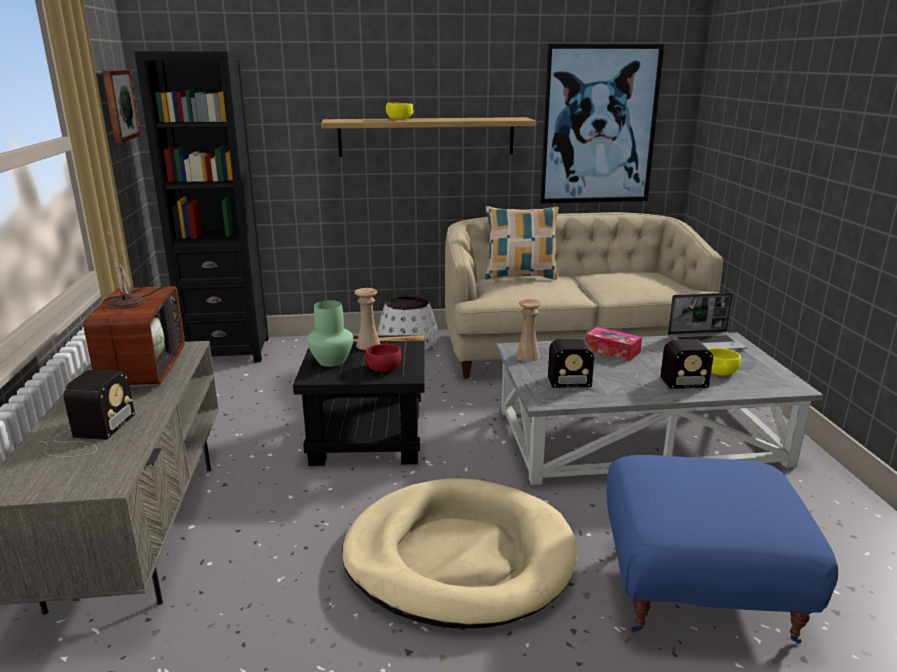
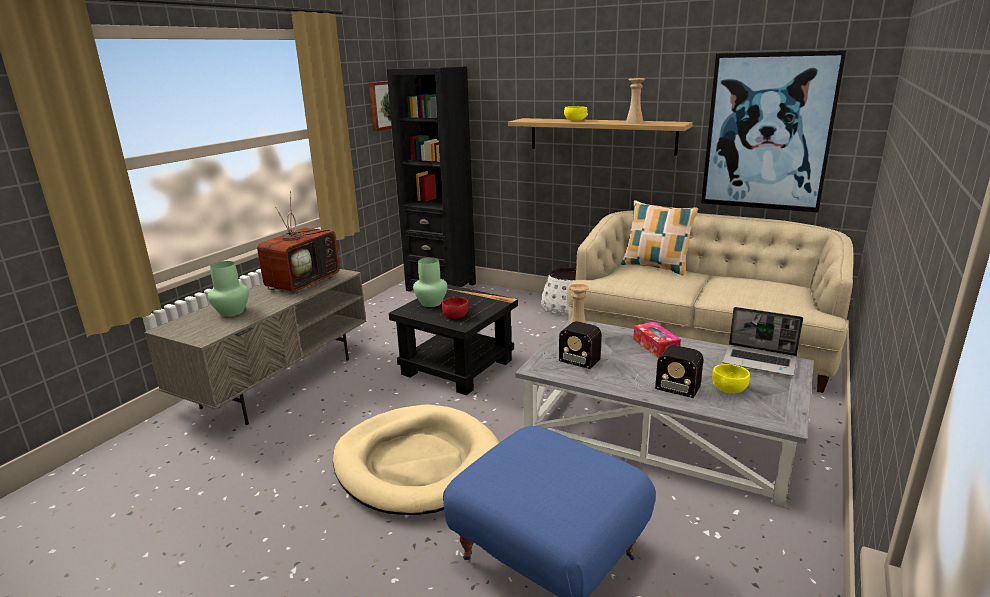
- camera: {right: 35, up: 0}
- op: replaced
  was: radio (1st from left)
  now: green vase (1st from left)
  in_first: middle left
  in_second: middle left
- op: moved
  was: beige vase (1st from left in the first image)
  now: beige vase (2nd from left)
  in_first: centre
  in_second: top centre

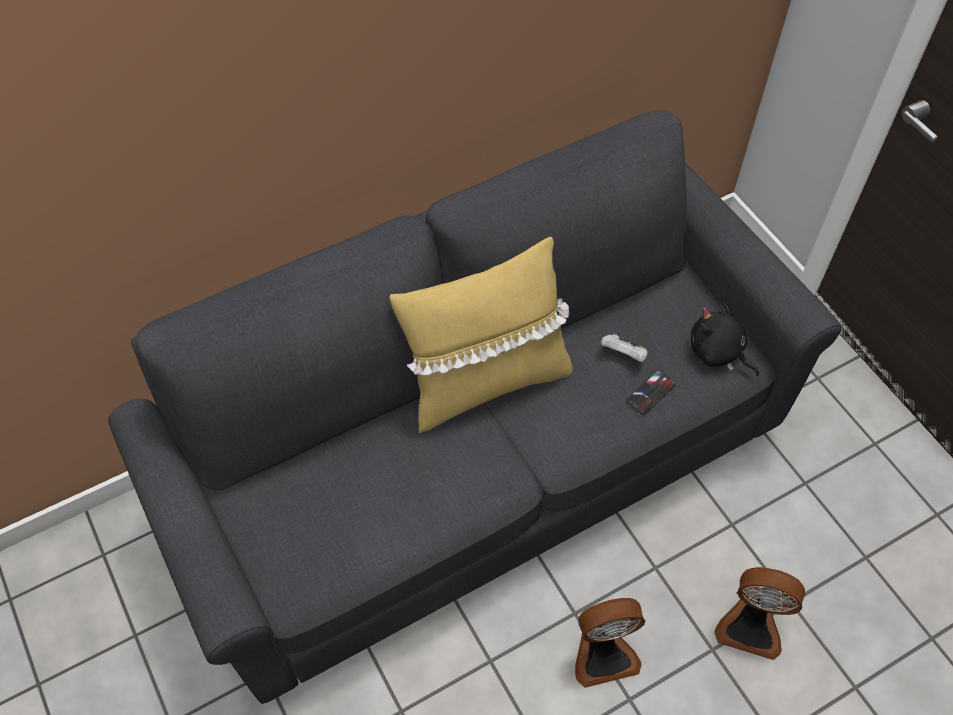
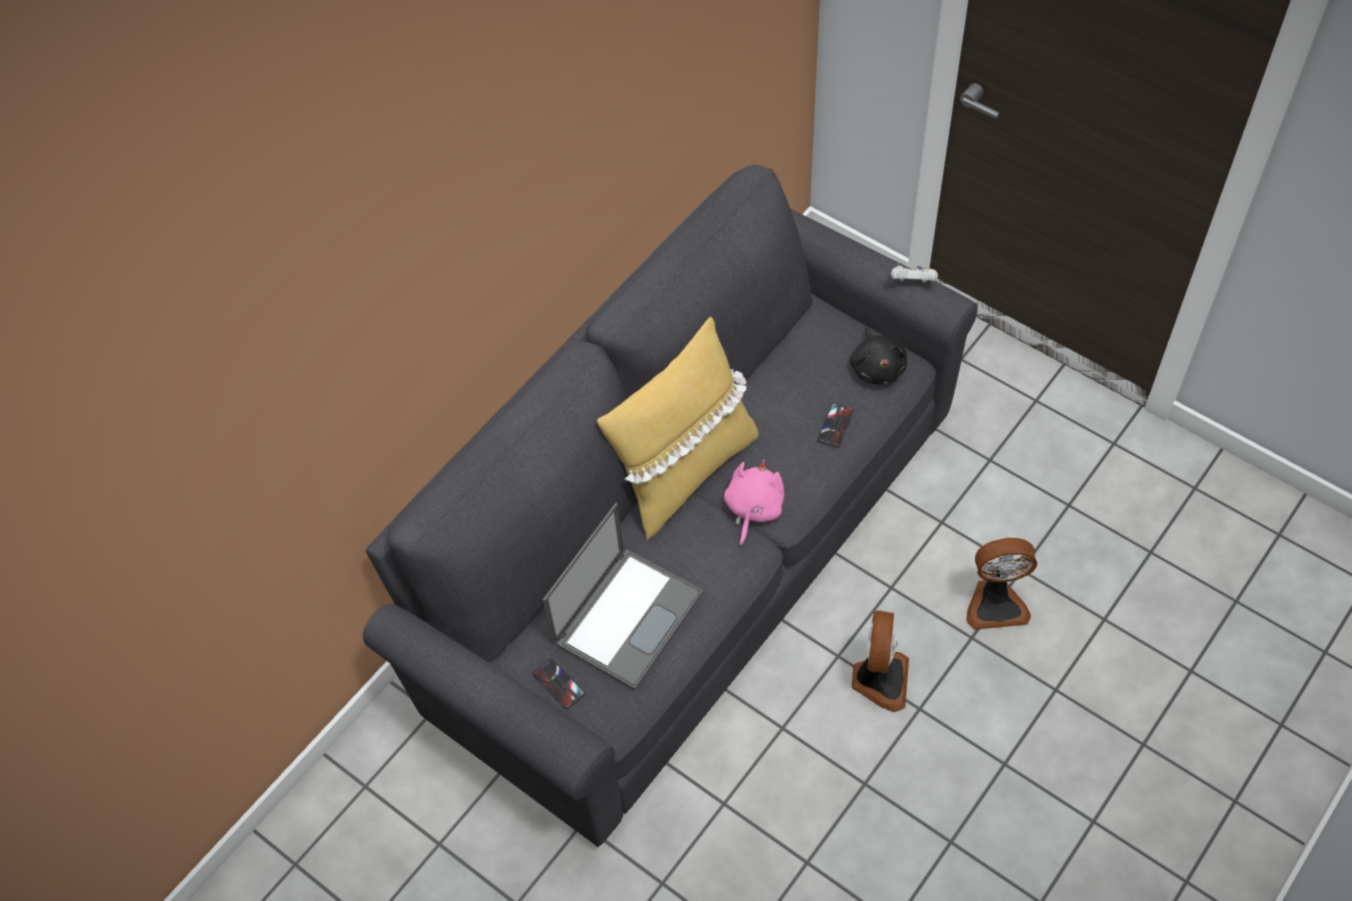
- camera: {right: -20, up: 0}
- op: turned
  was: fan (1st from left)
  in_first: bottom centre
  in_second: bottom centre
  clockwise: -45
- op: moved
  was: white game controller
  in_first: centre
  in_second: top right
- op: turned
  was: black plush toy
  in_first: middle right
  in_second: centre
  clockwise: -120
- op: added
  now: phone (1st from left)
  in_second: bottom centre
- op: added
  now: laptop
  in_second: centre
- op: added
  now: pink plush toy
  in_second: centre

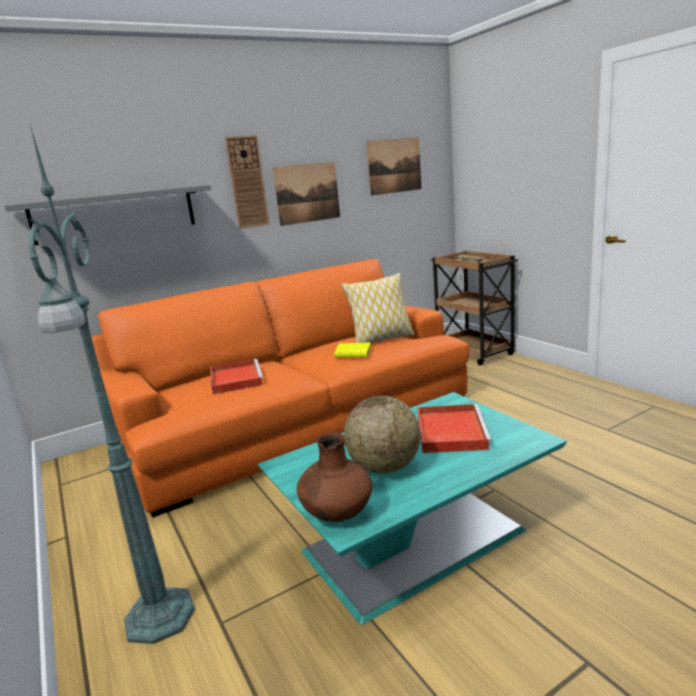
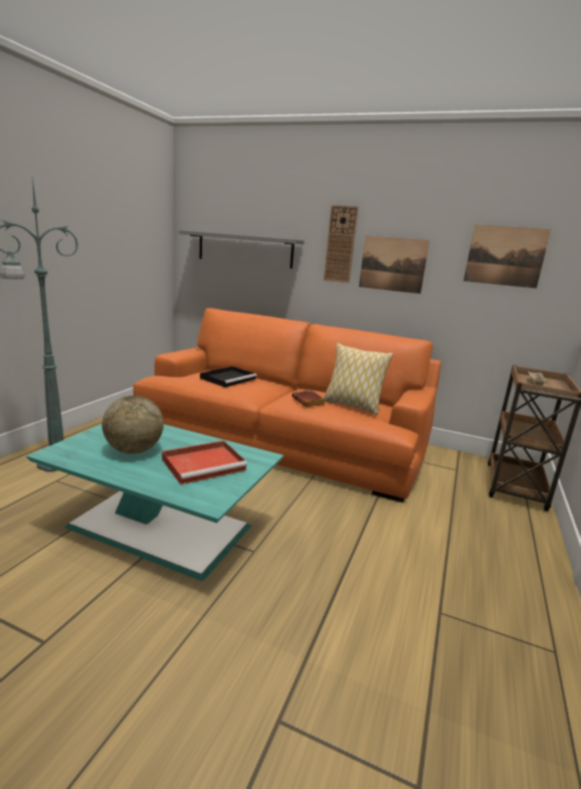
- camera: {right: 50, up: 0}
- op: recoloured
  was: red tray (1st from left)
  now: black tray
  in_first: centre
  in_second: centre
- op: removed
  was: brown vase
  in_first: bottom centre
- op: recoloured
  was: yellow book
  now: brown book
  in_first: centre
  in_second: centre

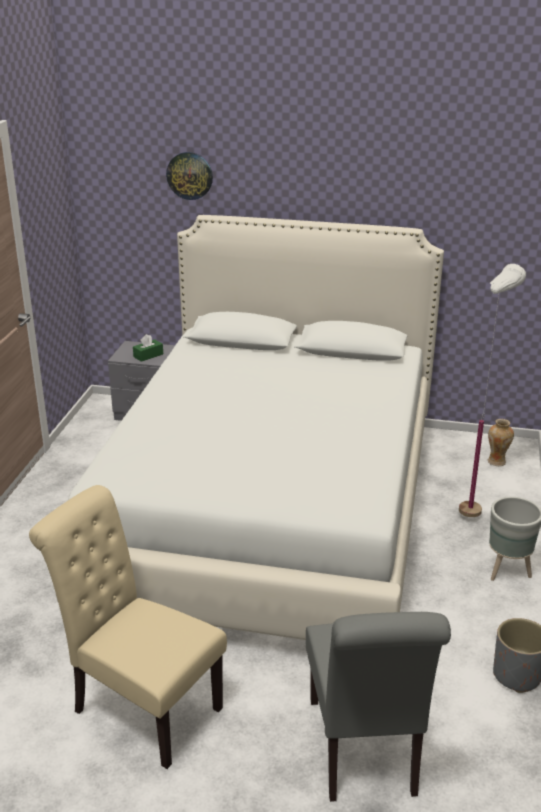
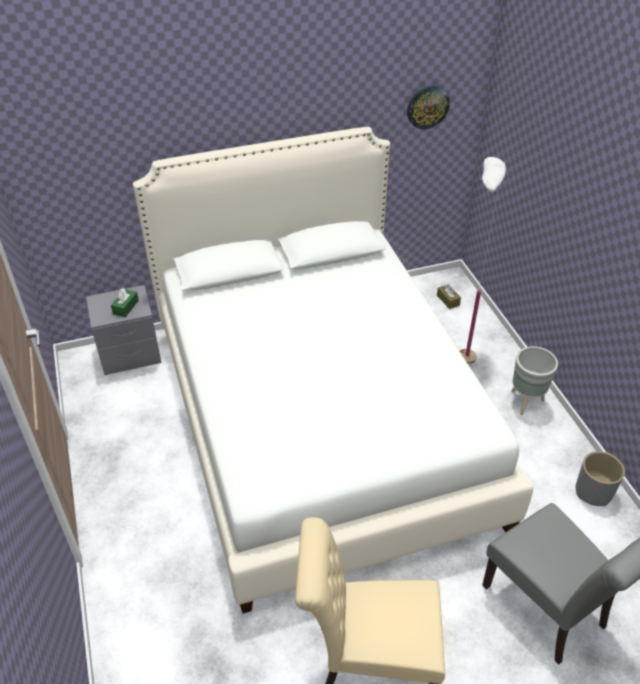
- camera: {right: -30, up: 15}
- op: moved
  was: wall clock
  in_first: top centre
  in_second: top right
- op: replaced
  was: vase
  now: brown tissue box
  in_first: middle right
  in_second: middle right

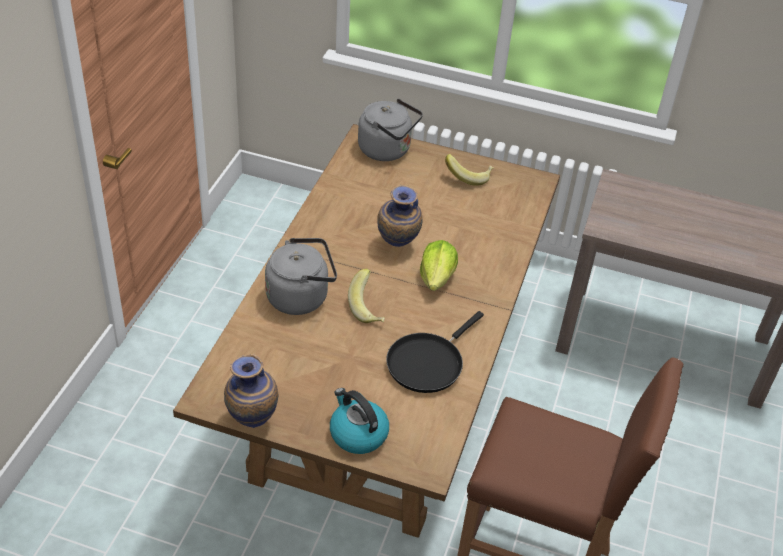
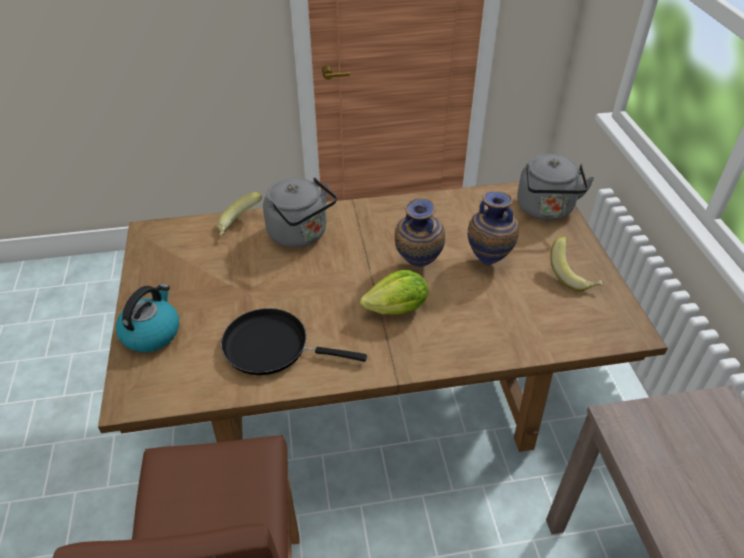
- camera: {right: 65, up: 0}
- op: moved
  was: vase (1st from left in the first image)
  now: vase (2nd from left)
  in_first: bottom left
  in_second: centre
- op: moved
  was: banana (1st from left)
  in_first: centre
  in_second: middle left

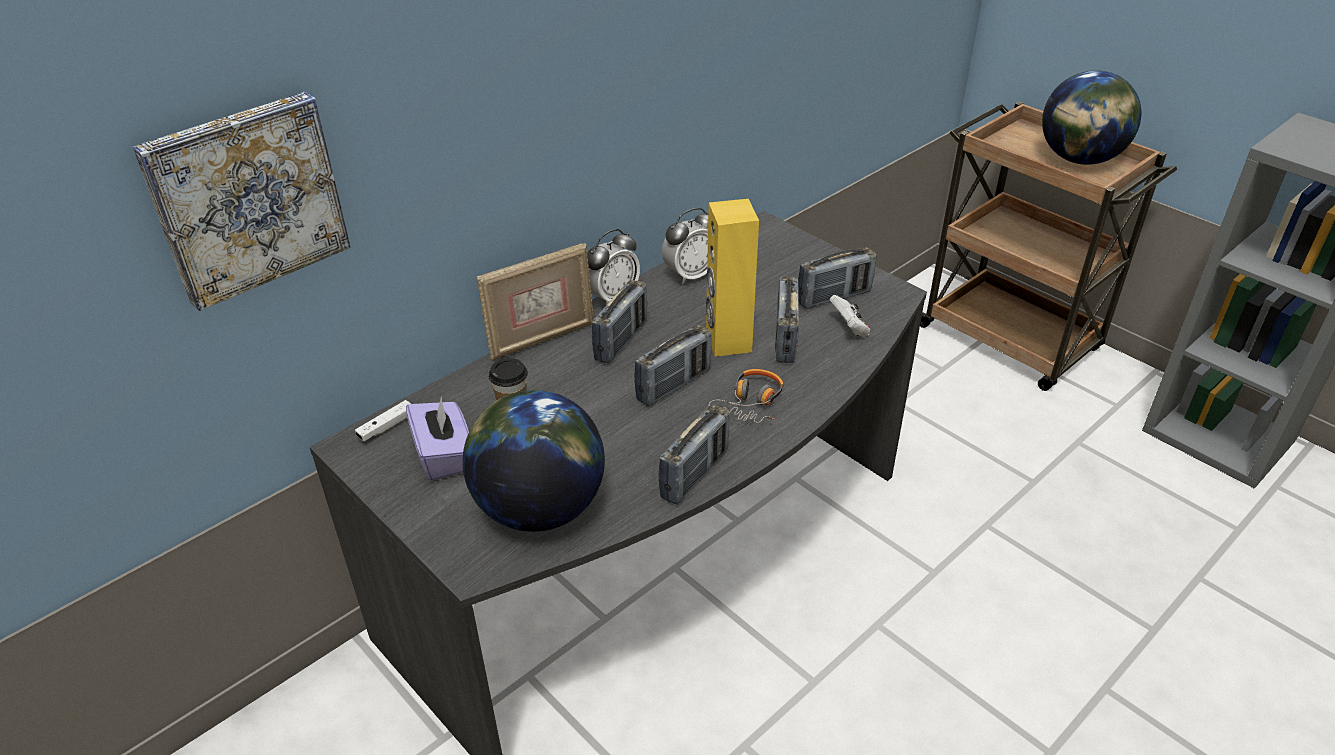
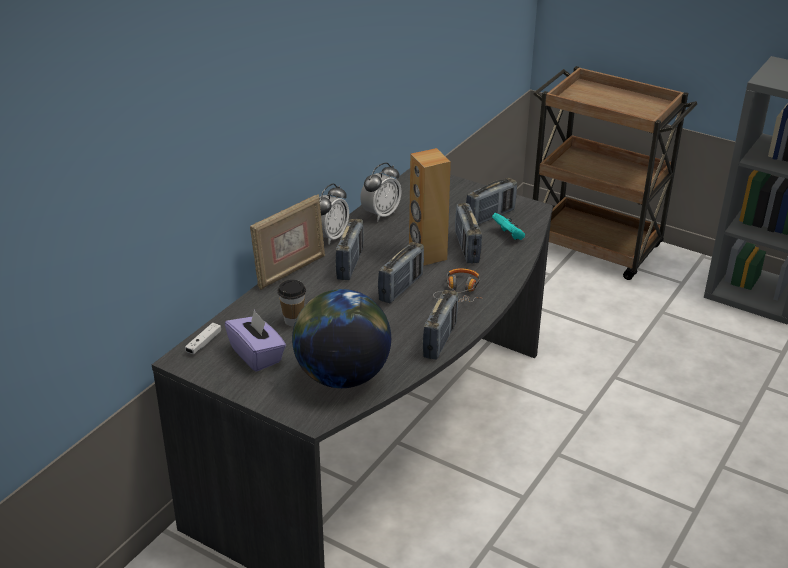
- camera: {right: -15, up: -5}
- op: removed
  was: picture
  in_first: top left
- op: recoloured
  was: yellow speaker
  now: brown speaker
  in_first: centre
  in_second: centre
- op: recoloured
  was: white game controller (2nd from left)
  now: turquoise game controller
  in_first: centre
  in_second: centre
- op: removed
  was: globe (2nd from left)
  in_first: top right

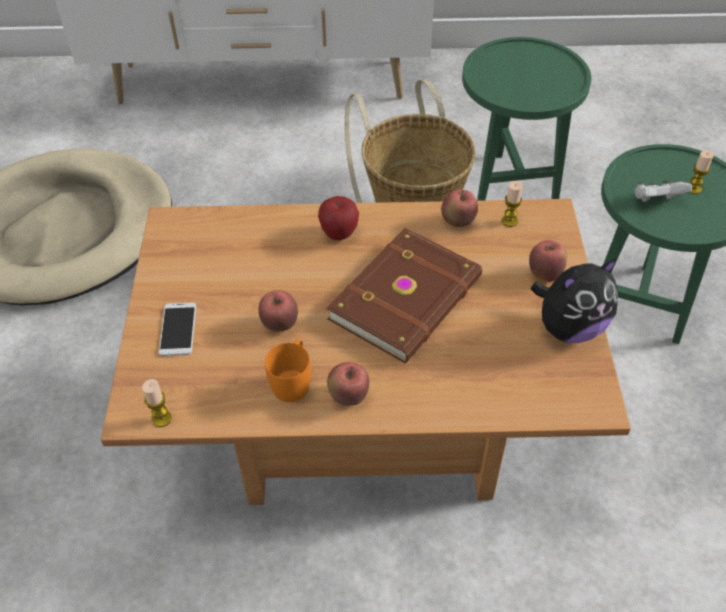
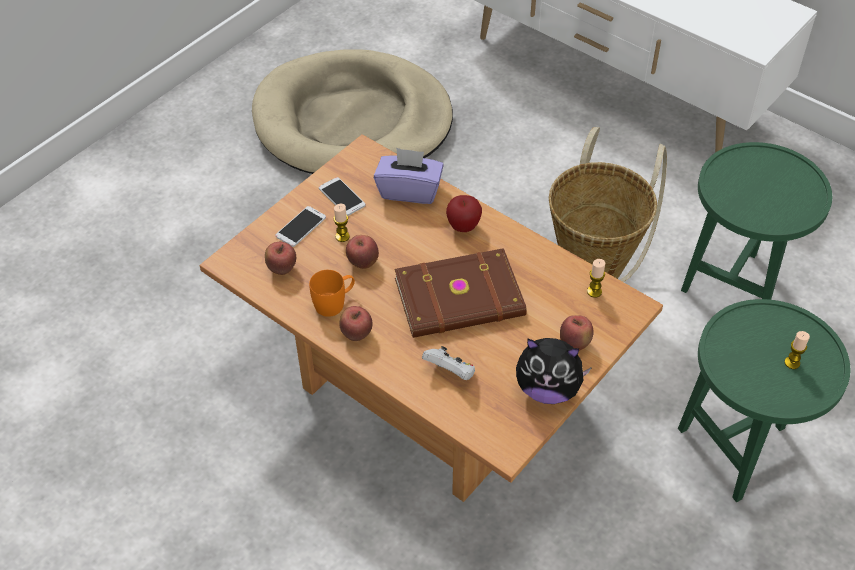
- camera: {right: 40, up: 0}
- op: moved
  was: candle (1st from left)
  in_first: middle left
  in_second: centre
- op: moved
  was: apple (4th from left in the first image)
  now: apple (1st from left)
  in_first: centre
  in_second: middle left
- op: moved
  was: white game controller
  in_first: top right
  in_second: centre
- op: added
  now: phone (2nd from left)
  in_second: centre
- op: added
  now: purple tissue box
  in_second: top centre

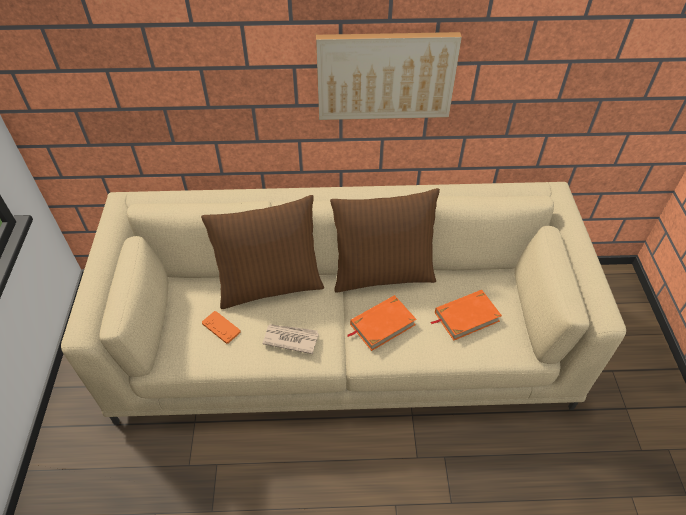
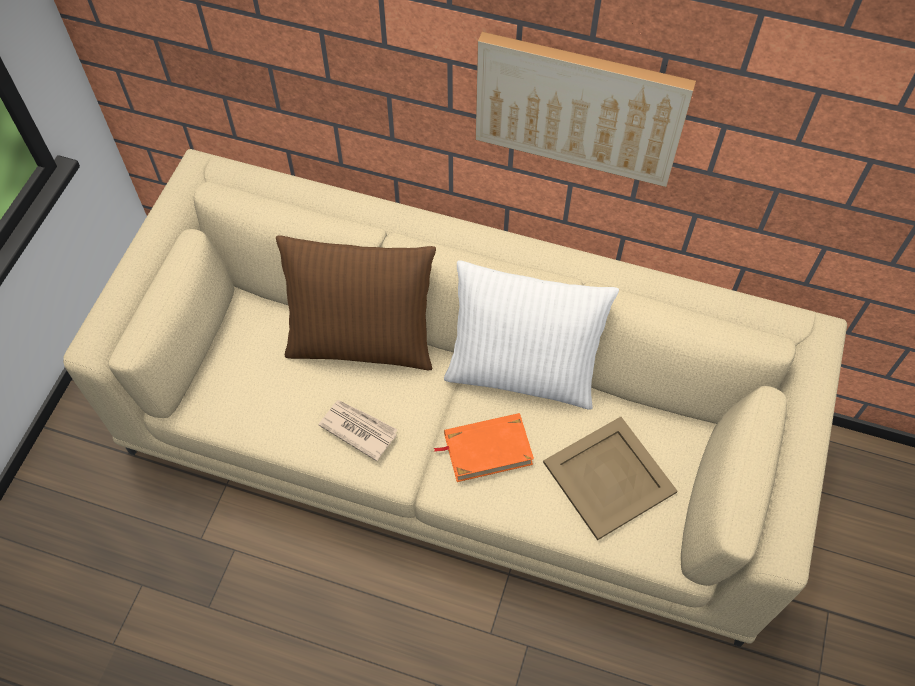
- camera: {right: 20, up: 10}
- op: removed
  was: orange game controller
  in_first: middle left
- op: recoloured
  was: brown pillow (2nd from left)
  now: white pillow
  in_first: centre
  in_second: centre
- op: replaced
  was: orange book (2nd from left)
  now: beige tray
  in_first: middle right
  in_second: bottom right

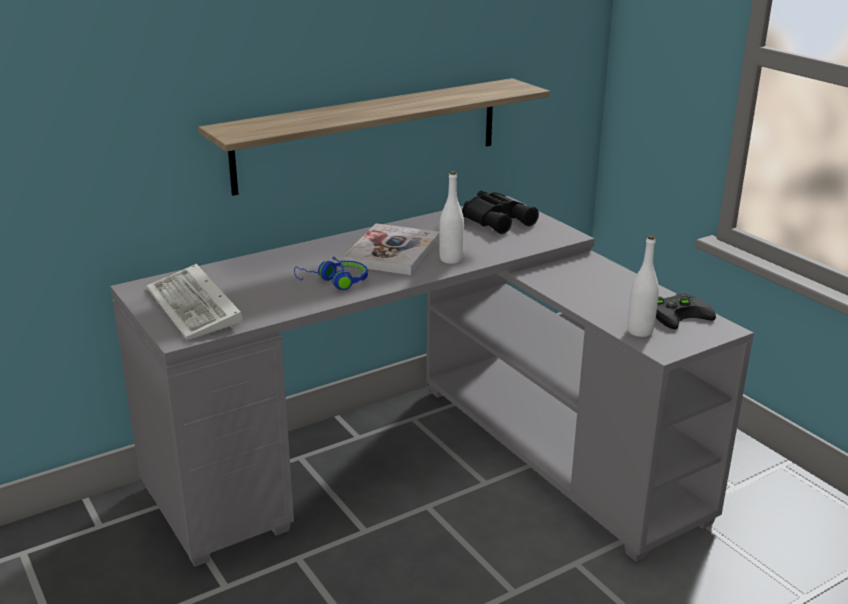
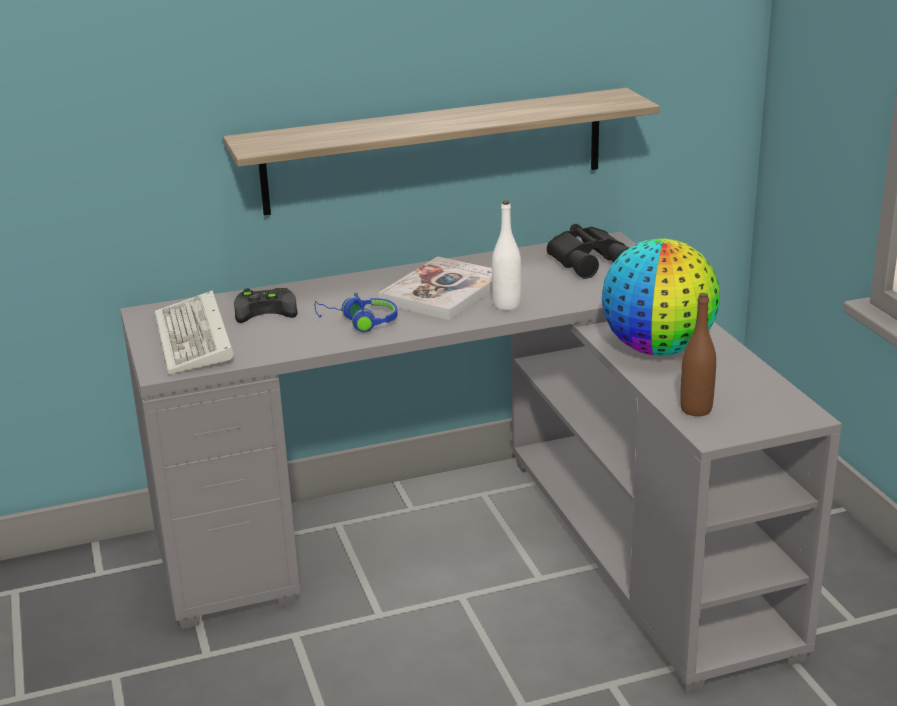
- camera: {right: 15, up: 0}
- op: recoloured
  was: white bottle (2nd from left)
  now: brown bottle
  in_first: middle right
  in_second: middle right
- op: moved
  was: black game controller
  in_first: middle right
  in_second: middle left
- op: added
  now: globe
  in_second: middle right

